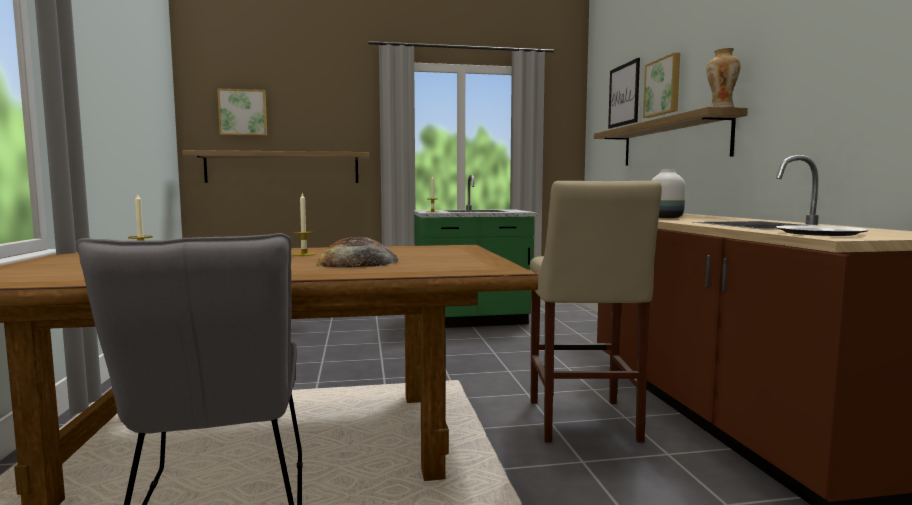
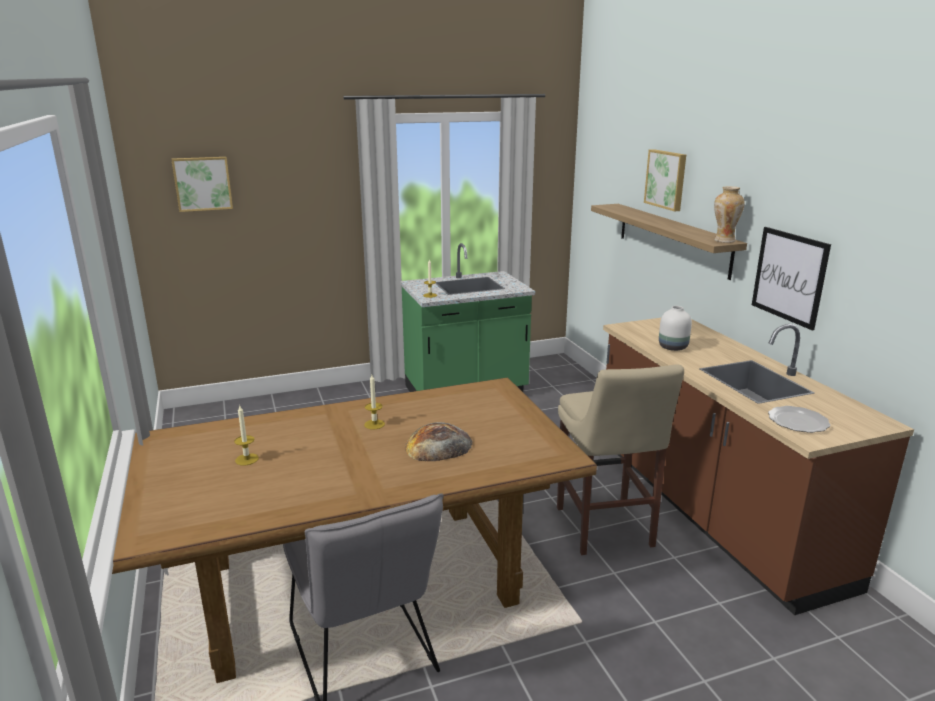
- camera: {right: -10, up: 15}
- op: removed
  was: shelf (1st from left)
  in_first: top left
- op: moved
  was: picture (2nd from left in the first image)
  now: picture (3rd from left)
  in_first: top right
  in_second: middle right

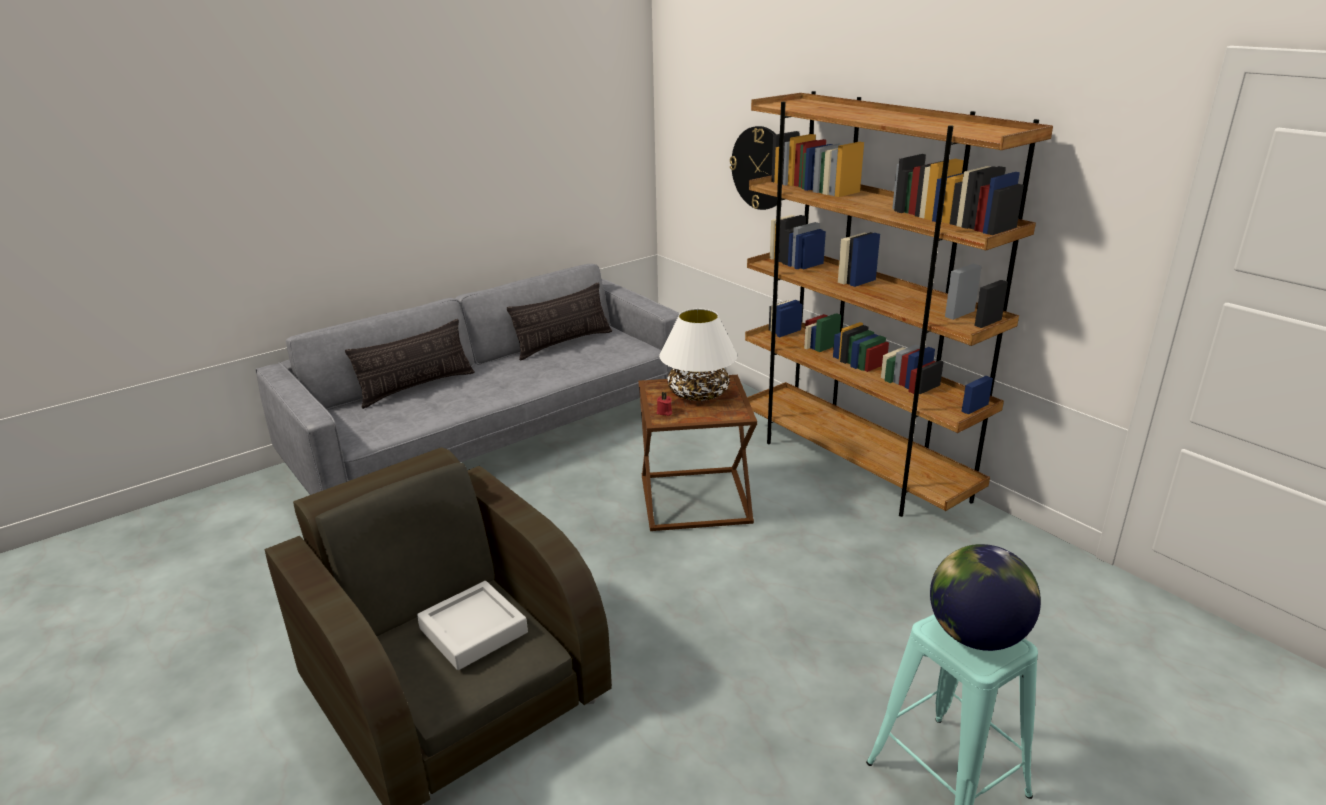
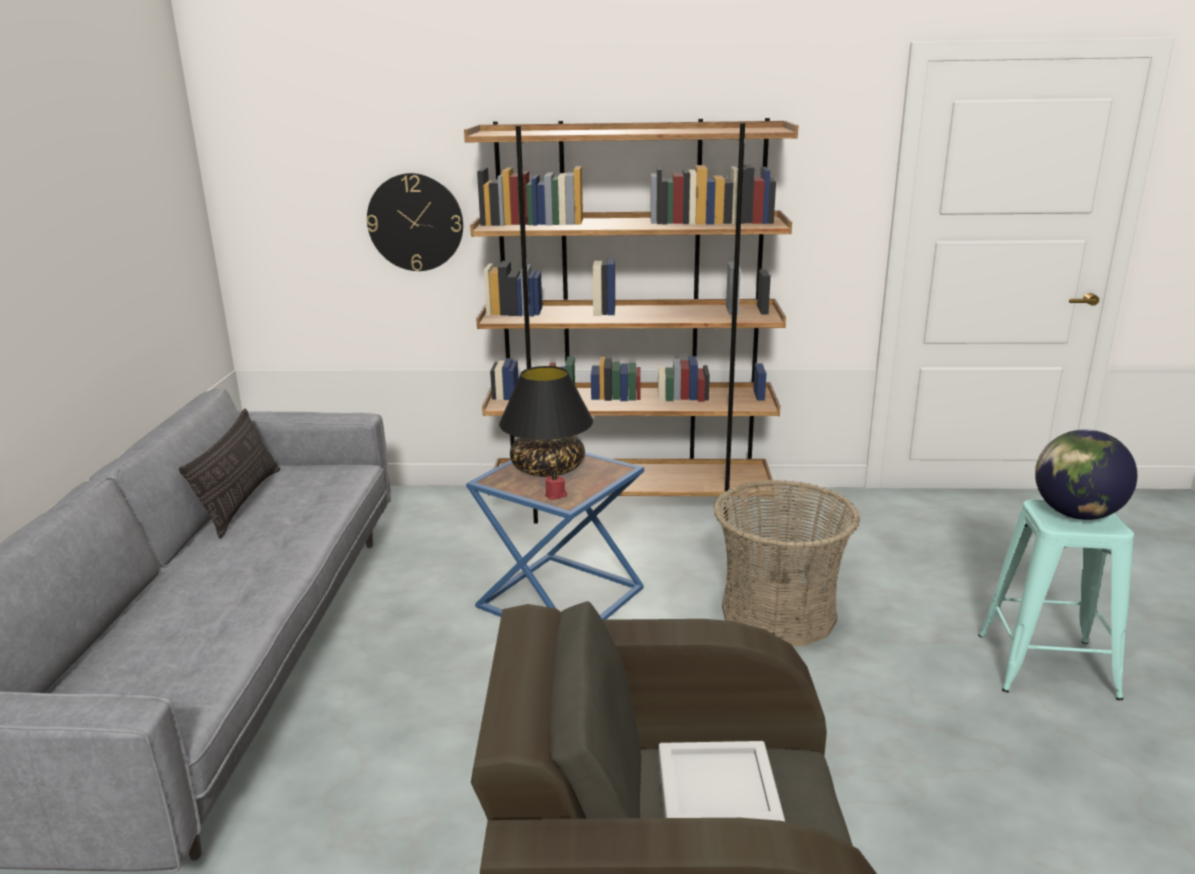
- camera: {right: -50, up: -5}
- op: removed
  was: pillow (1st from left)
  in_first: middle left
- op: recoloured
  was: brown side table
  now: blue side table
  in_first: centre
  in_second: centre
- op: recoloured
  was: white table lamp
  now: black table lamp
  in_first: centre
  in_second: centre
- op: added
  now: basket
  in_second: centre

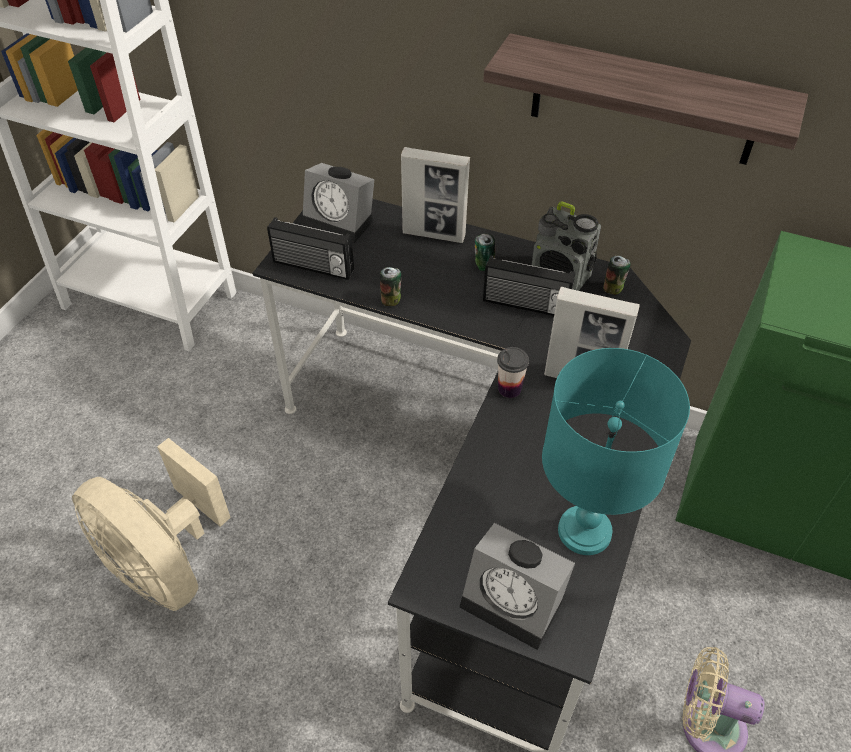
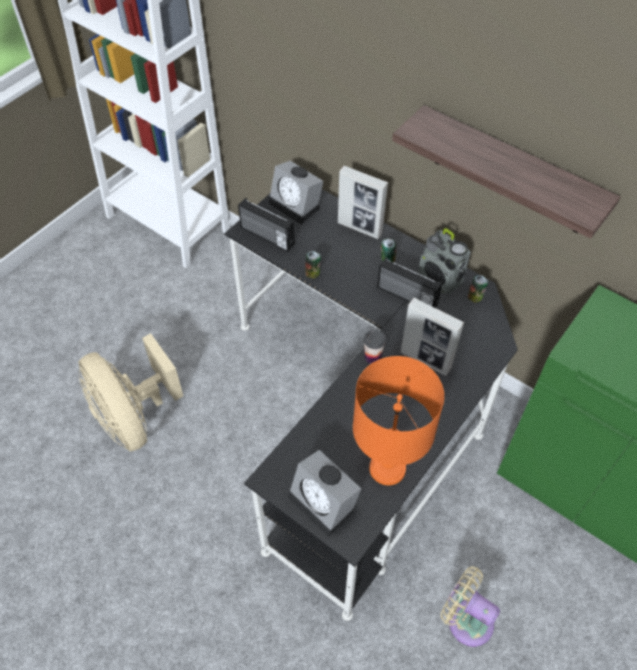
- camera: {right: 15, up: 5}
- op: recoloured
  was: turquoise table lamp
  now: orange table lamp
  in_first: middle right
  in_second: centre

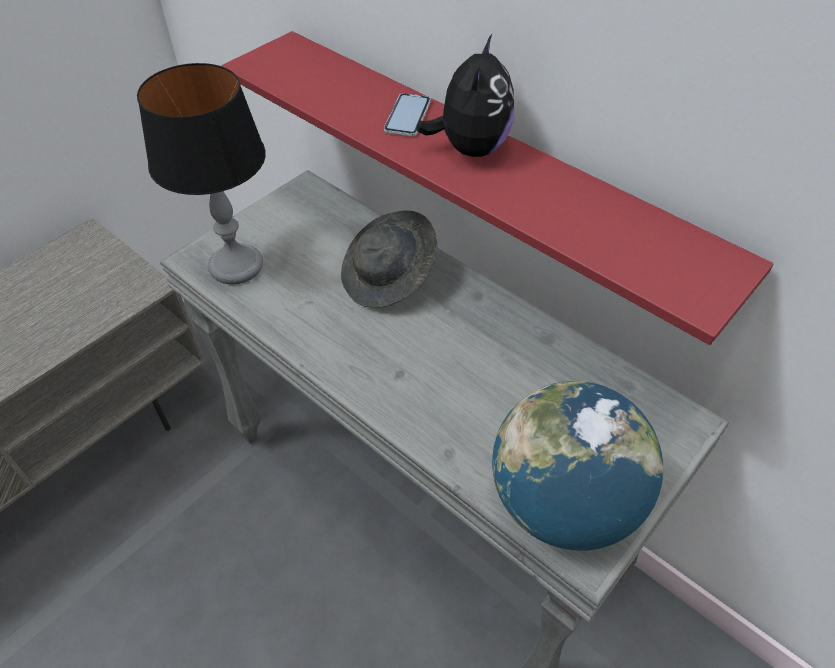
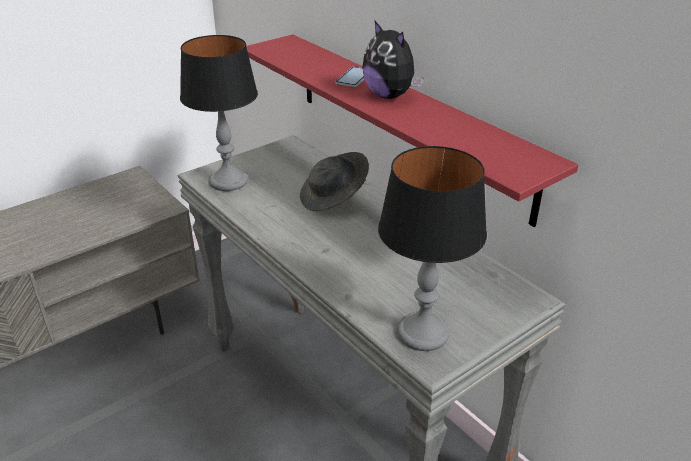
- camera: {right: 10, up: -15}
- op: turned
  was: plush toy
  in_first: top centre
  in_second: top centre
  clockwise: 120
- op: replaced
  was: globe
  now: table lamp (2nd from left)
  in_first: bottom right
  in_second: centre

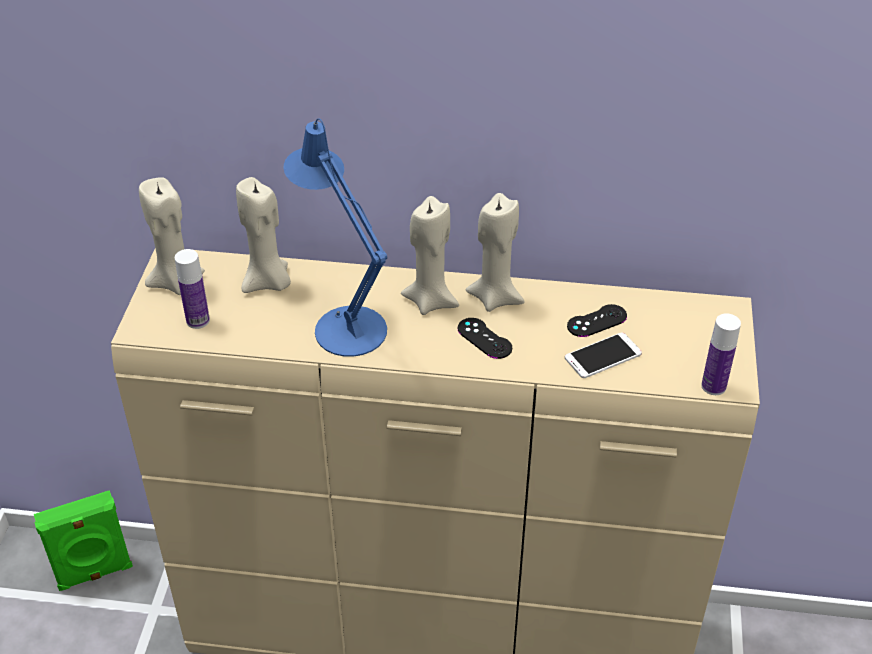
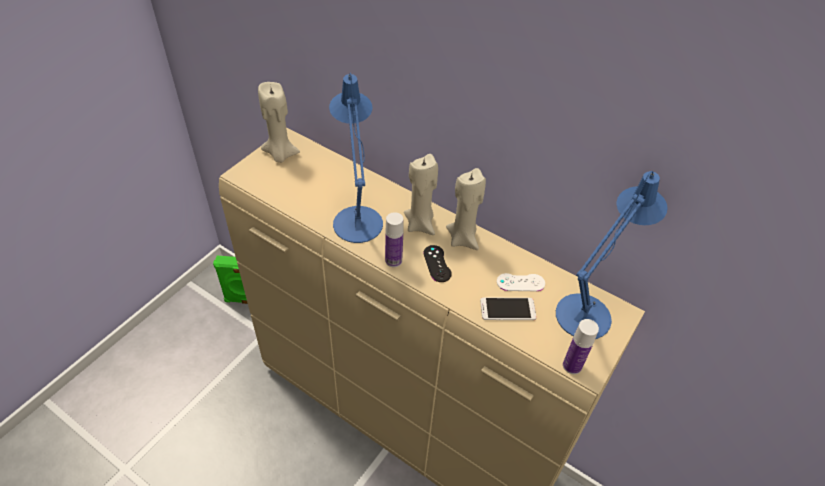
- camera: {right: 25, up: 5}
- op: moved
  was: bottle (1st from left)
  in_first: middle left
  in_second: centre
- op: removed
  was: beige candle (2nd from left)
  in_first: middle left
- op: recoloured
  was: black game controller (2nd from left)
  now: white game controller
  in_first: middle right
  in_second: centre
- op: added
  now: blue table lamp (2nd from left)
  in_second: middle right

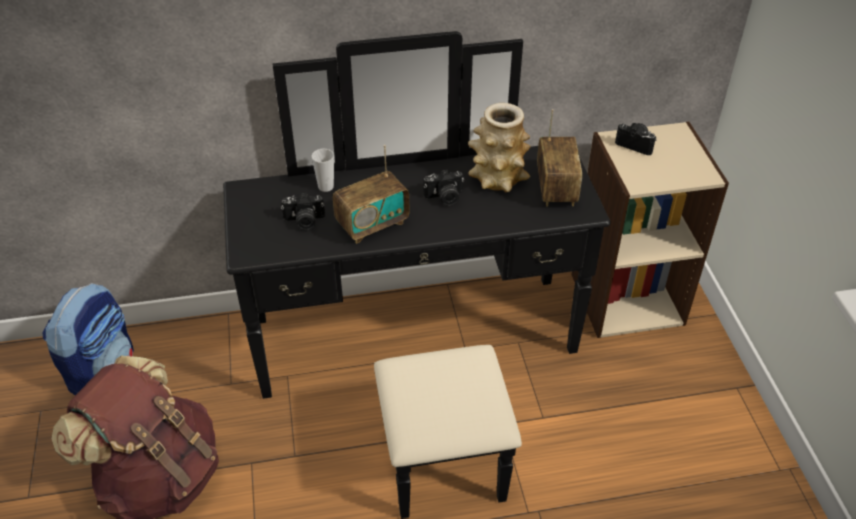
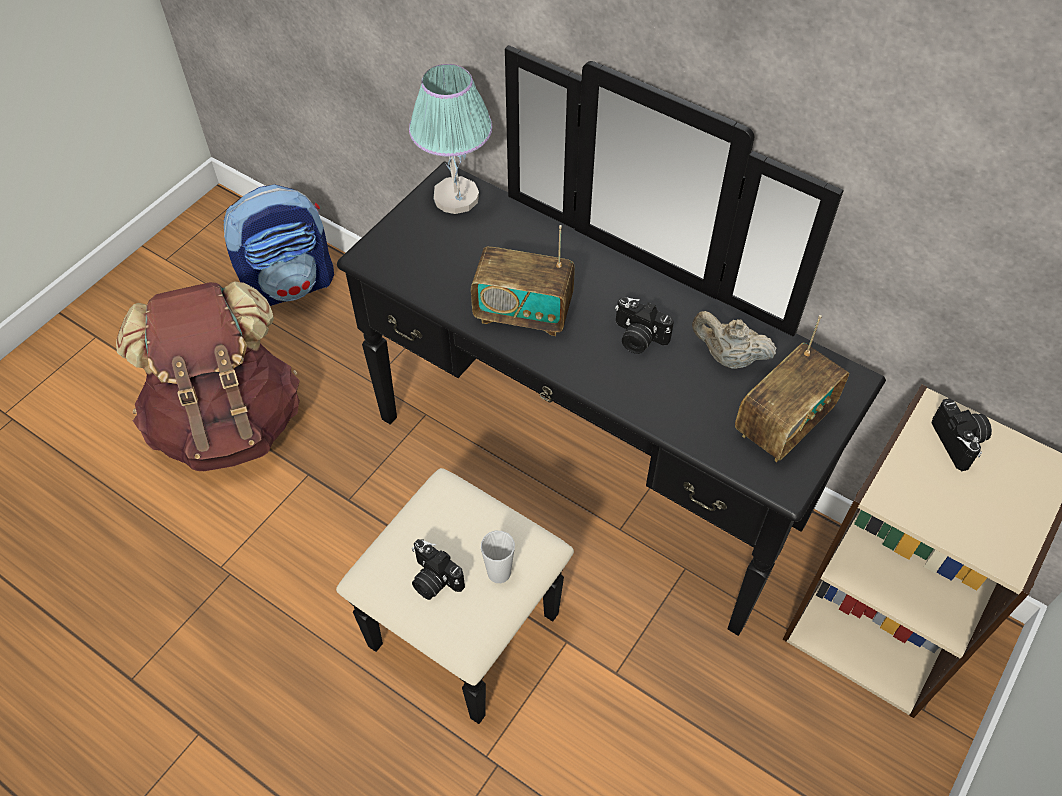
- camera: {right: 45, up: 10}
- op: moved
  was: photo camera (1st from left)
  in_first: centre
  in_second: bottom centre
- op: moved
  was: cup
  in_first: top centre
  in_second: bottom centre
- op: replaced
  was: vase
  now: beige teapot
  in_first: top centre
  in_second: middle right
- op: added
  now: table lamp
  in_second: top centre

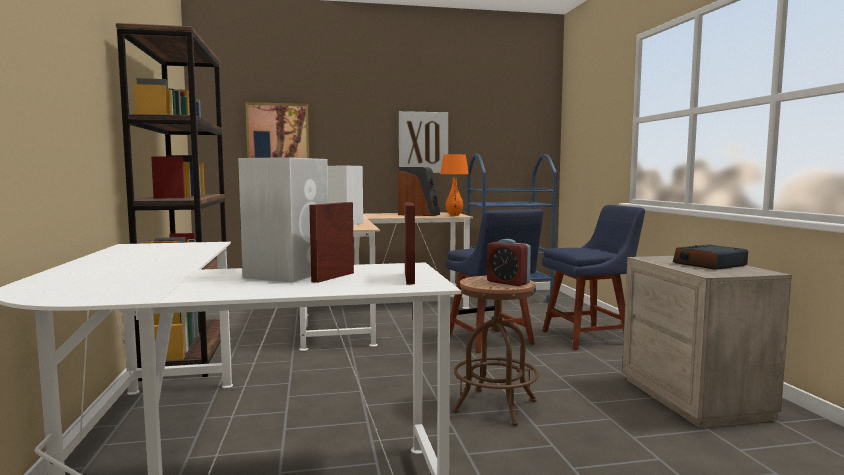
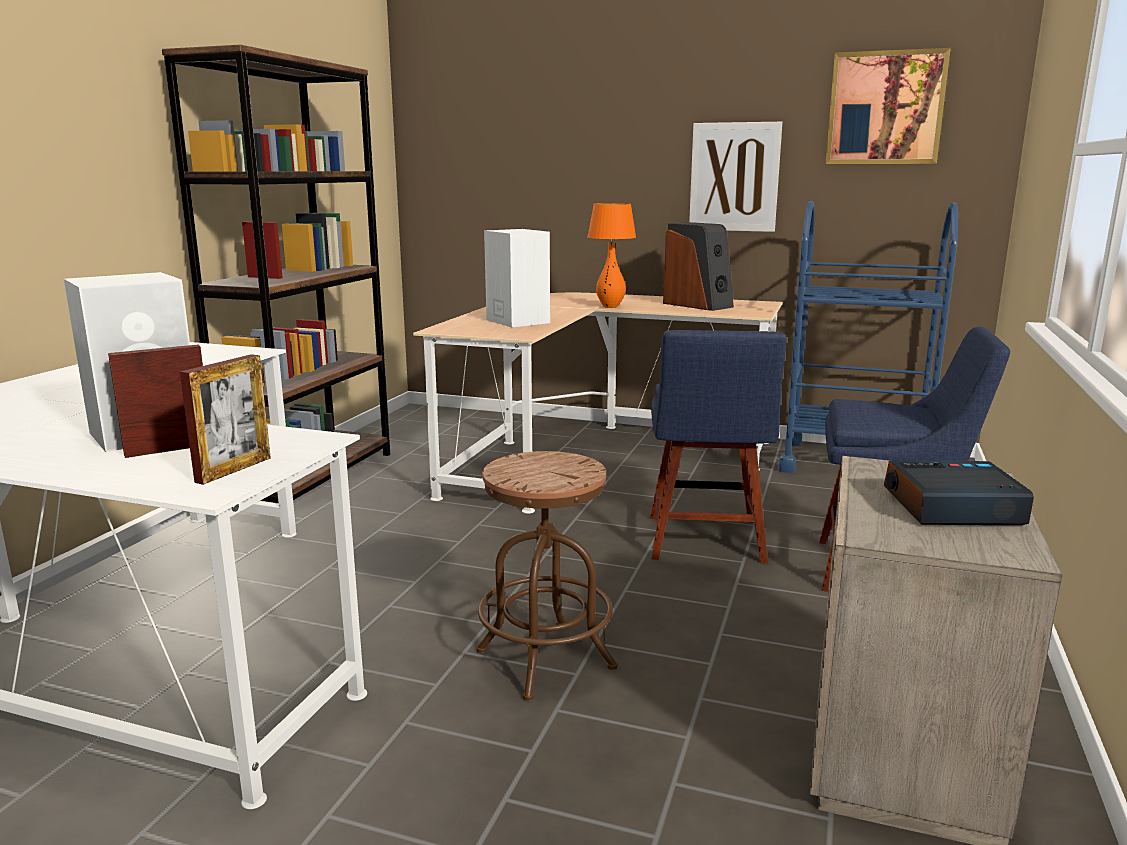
- camera: {right: 30, up: 10}
- op: moved
  was: picture (1st from left in the first image)
  now: picture (2nd from left)
  in_first: top left
  in_second: top right
- op: moved
  was: orange table lamp
  in_first: centre
  in_second: top centre
- op: removed
  was: alarm clock (1st from left)
  in_first: centre

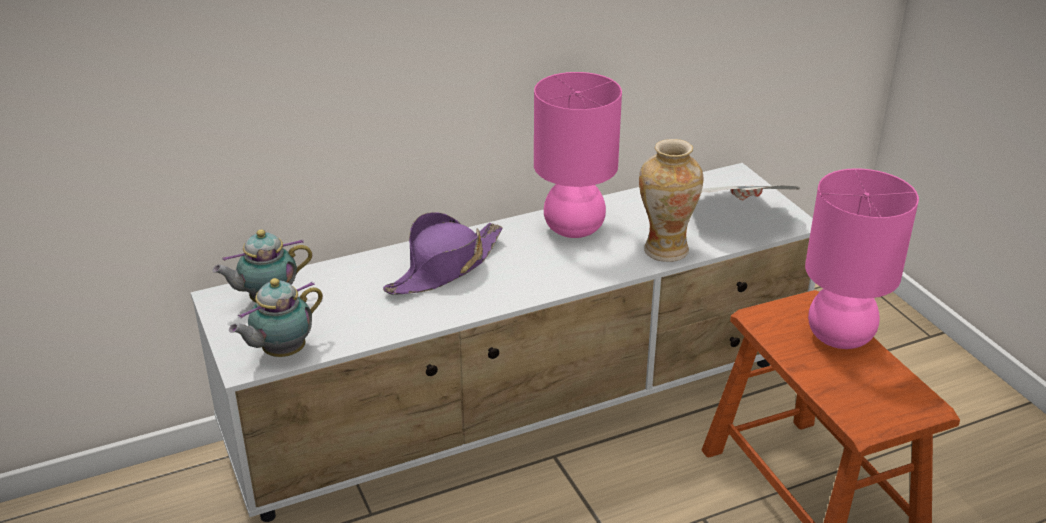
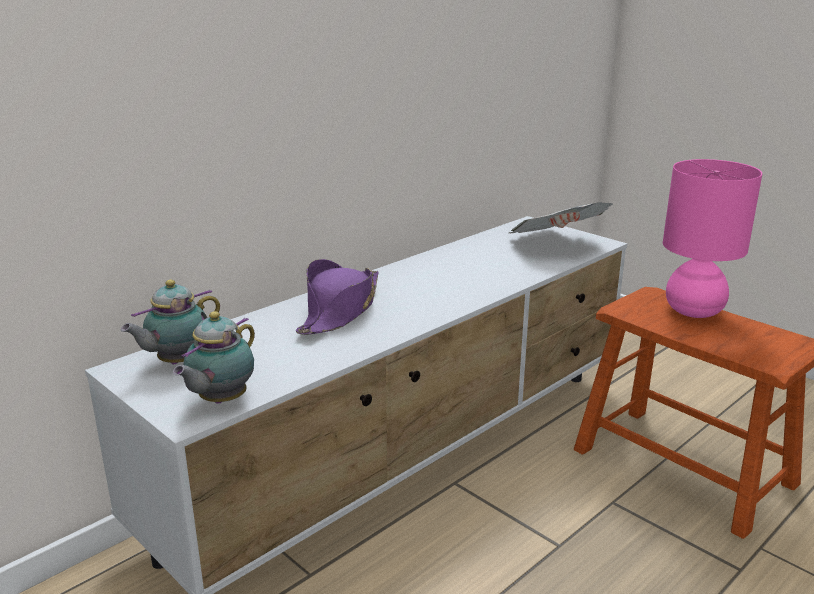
- camera: {right: -20, up: -10}
- op: removed
  was: pink table lamp (1st from left)
  in_first: top centre
- op: removed
  was: vase
  in_first: centre

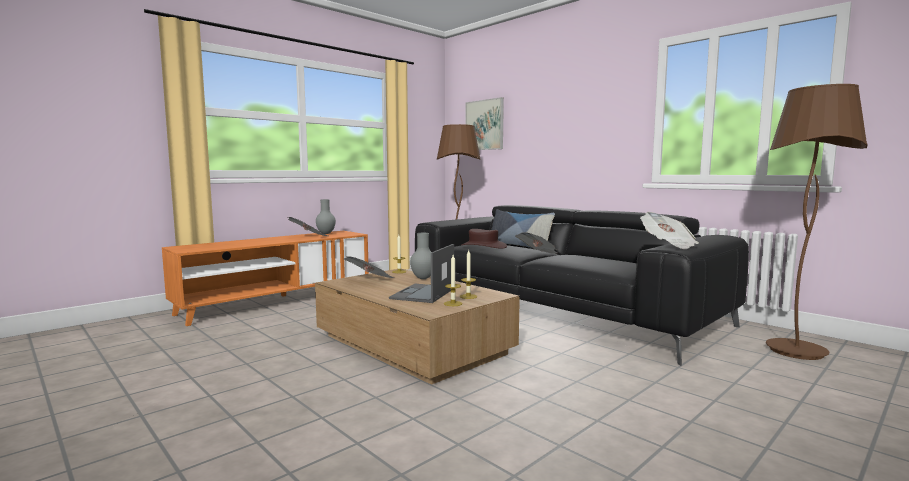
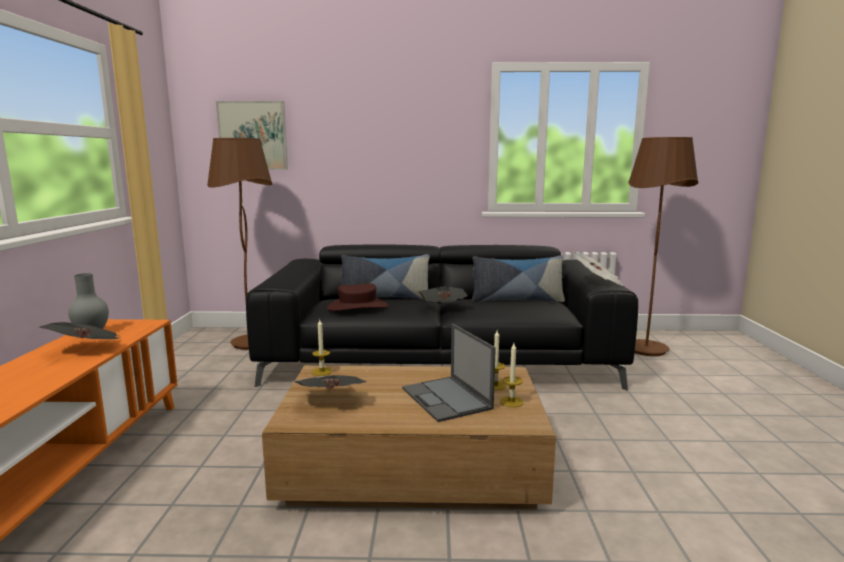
- camera: {right: -45, up: 5}
- op: removed
  was: grey vase (2nd from left)
  in_first: centre
- op: added
  now: pillow (2nd from left)
  in_second: centre

